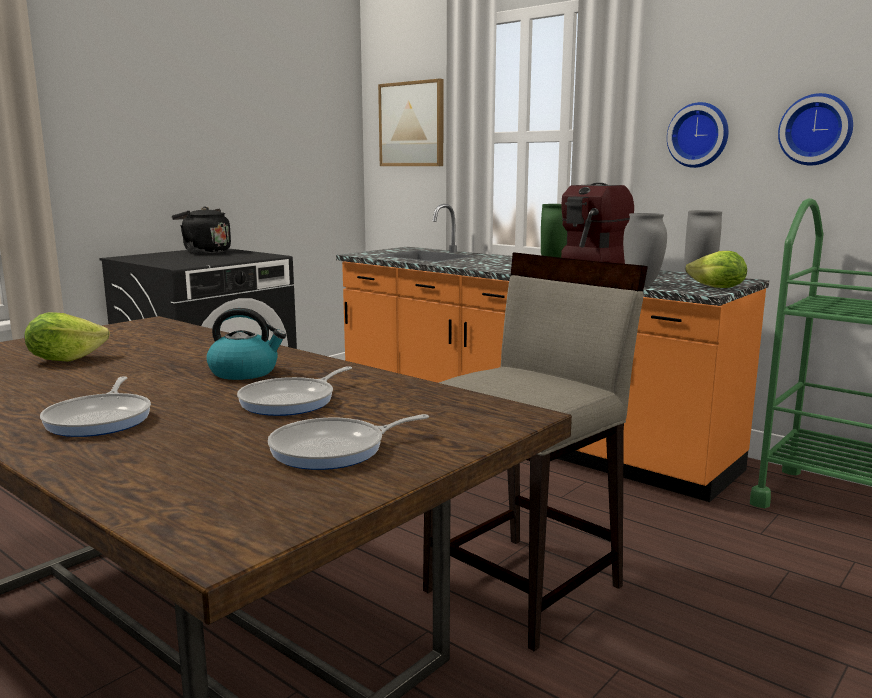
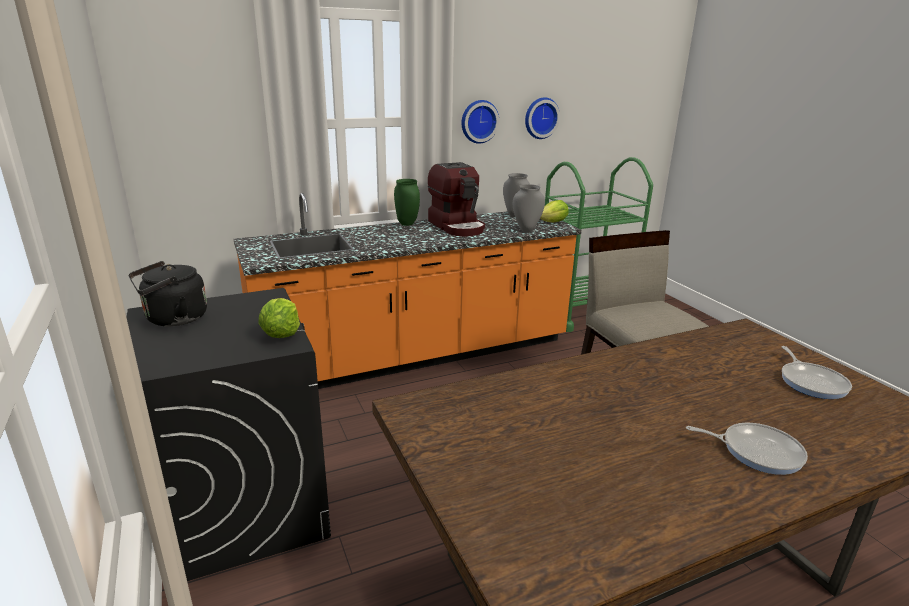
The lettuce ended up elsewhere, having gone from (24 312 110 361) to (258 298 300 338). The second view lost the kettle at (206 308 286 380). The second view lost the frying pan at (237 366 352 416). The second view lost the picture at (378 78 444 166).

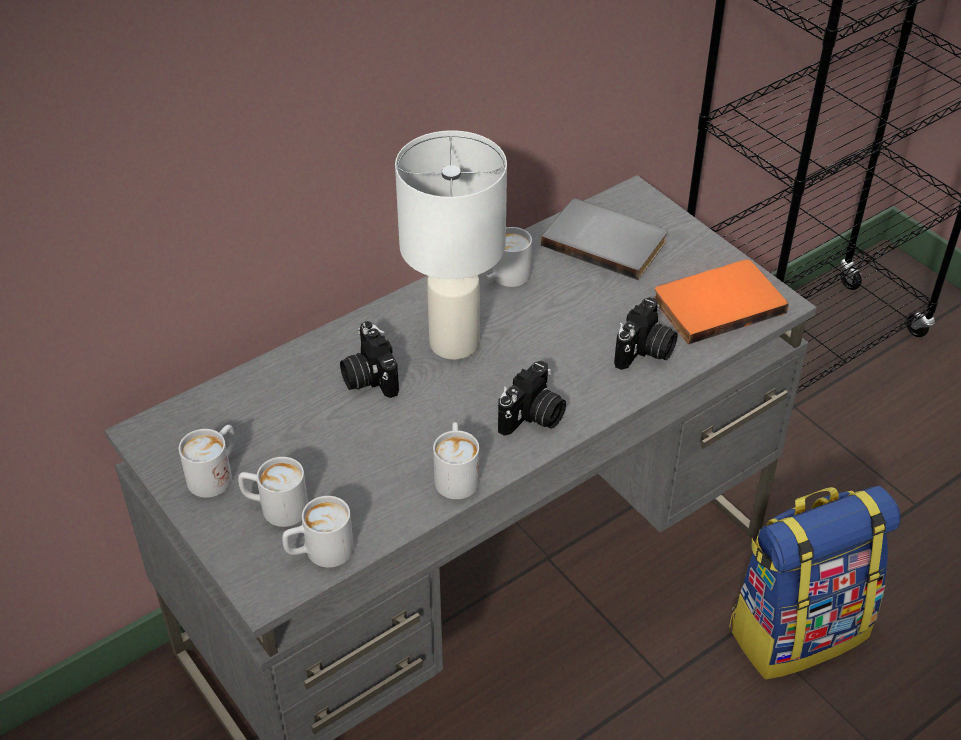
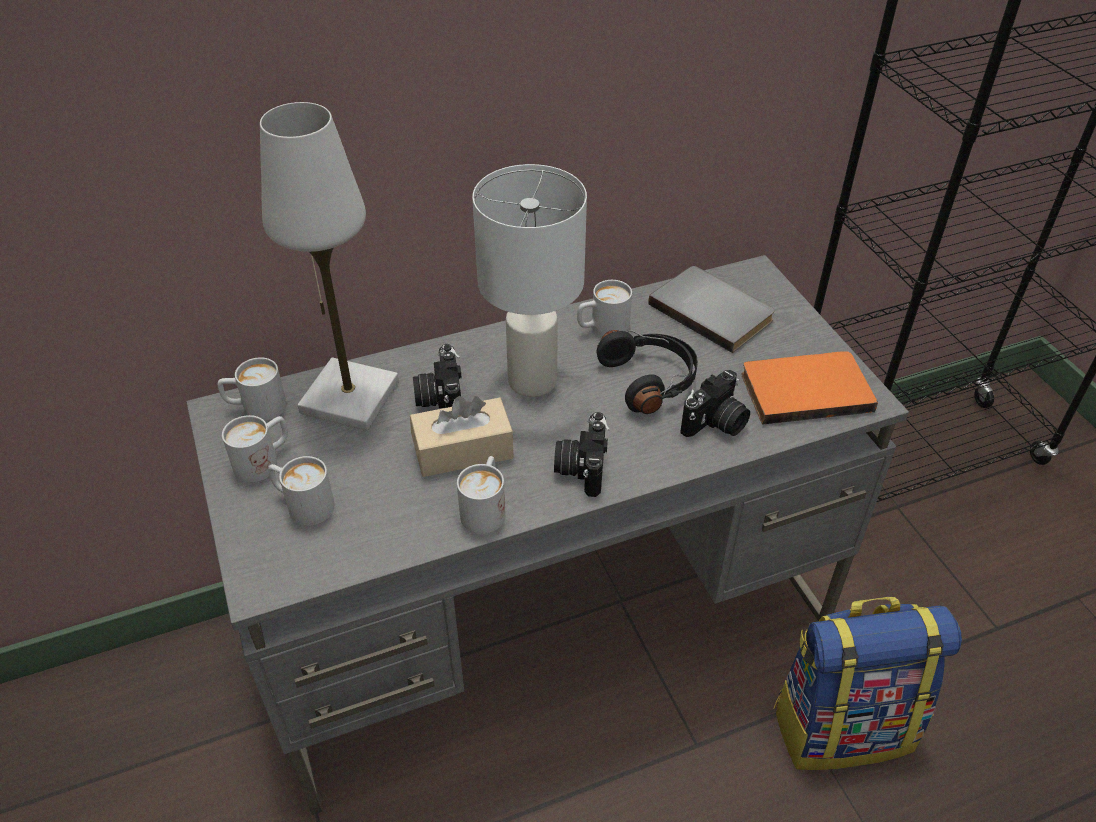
The white mug ended up elsewhere, having gone from (282 496 354 568) to (218 357 287 421). The second view gained the white table lamp at (260 102 399 430). The second view gained the beige tissue box at (410 396 514 477). The photo camera at (498 361 566 436) ended up facing another way, 135 degrees clockwise from before. The second view gained the black headphones at (597 330 698 414).

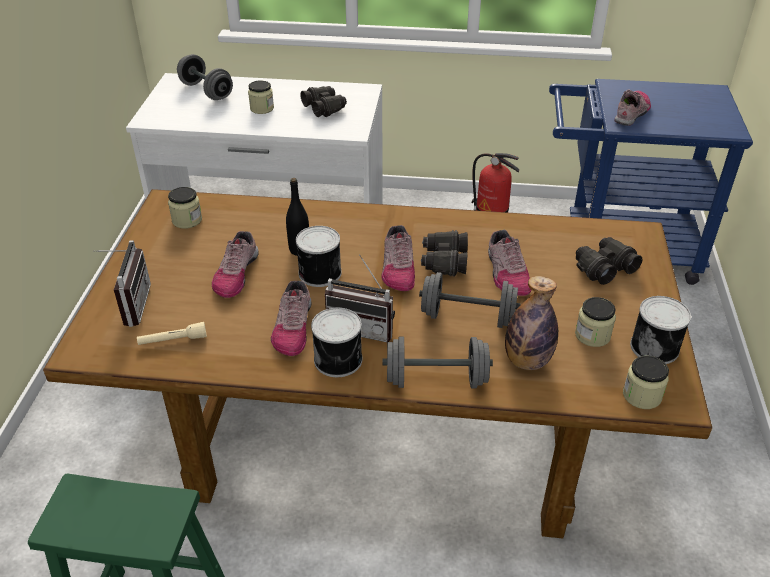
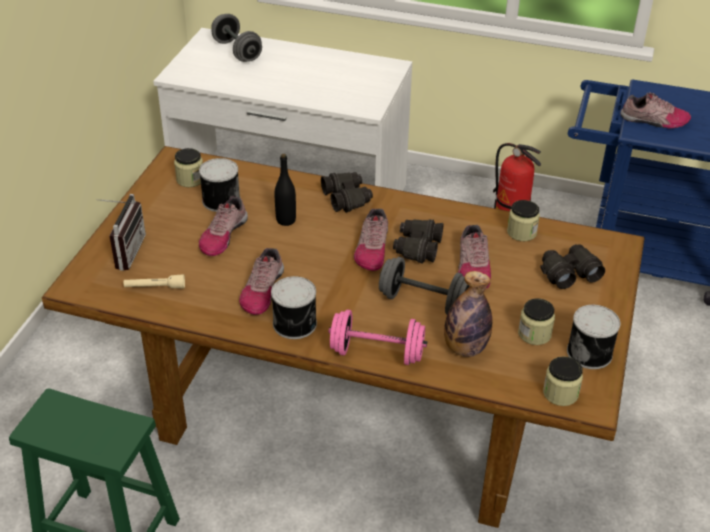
The can ended up elsewhere, having gone from (296 226 342 287) to (199 158 240 212). The black binoculars ended up elsewhere, having gone from (300 86 347 117) to (321 172 373 213). What was the grey dumbbell at (382 337 493 388) turned into the pink dumbbell at (329 310 427 365). The jar ended up elsewhere, having gone from (248 80 274 114) to (507 200 540 241). The shoe at (615 89 651 126) ended up facing another way, 60 degrees clockwise from before. The second view lost the radio at (325 255 395 342).

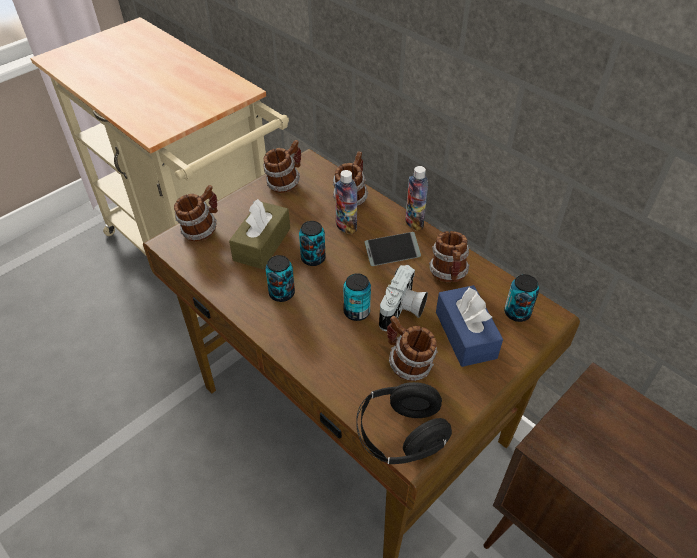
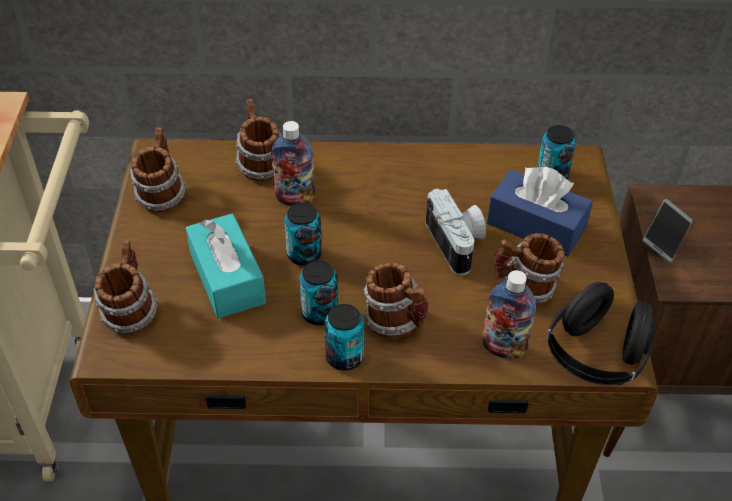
What was the brown tissue box at (229 199 290 269) turned into the turquoise tissue box at (186 213 266 319). The can ended up elsewhere, having gone from (343 273 371 321) to (324 304 364 371). The mug ended up elsewhere, having gone from (429 231 470 282) to (363 263 428 338). The bottle ended up elsewhere, having gone from (405 166 428 231) to (482 270 536 359). The phone ended up elsewhere, having gone from (364 232 421 266) to (643 199 692 263).

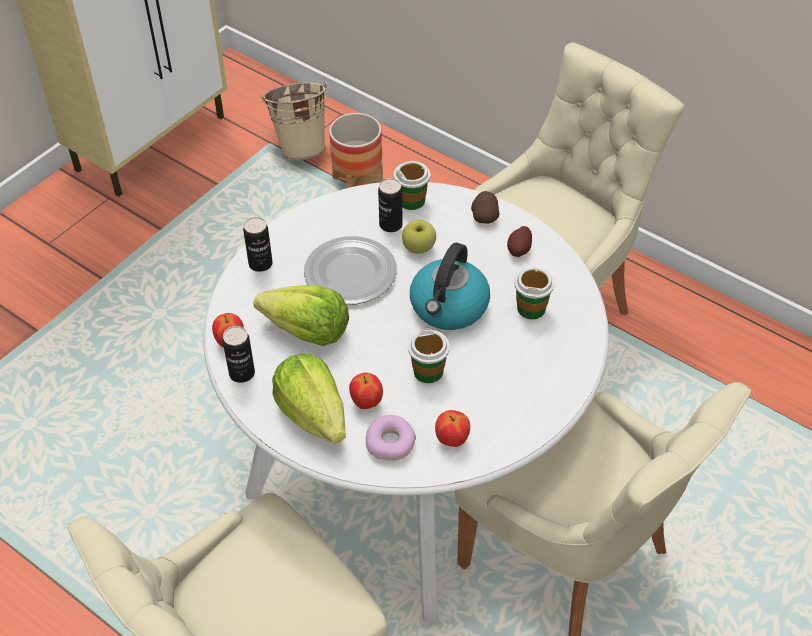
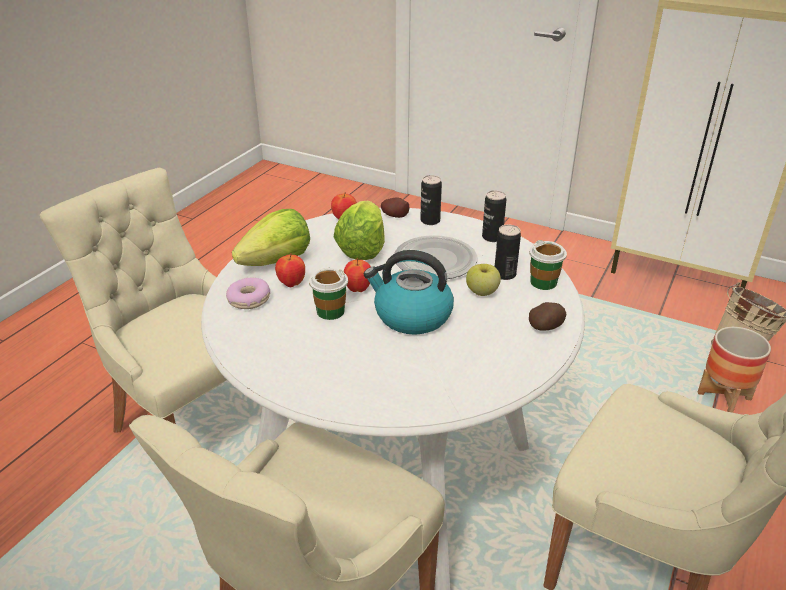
The apple ended up elsewhere, having gone from (435 410 470 447) to (344 258 371 292). The potato ended up elsewhere, having gone from (507 226 532 257) to (381 197 409 218). The can ended up elsewhere, having gone from (222 326 255 383) to (482 190 506 242). The second view lost the cup at (514 267 555 319).

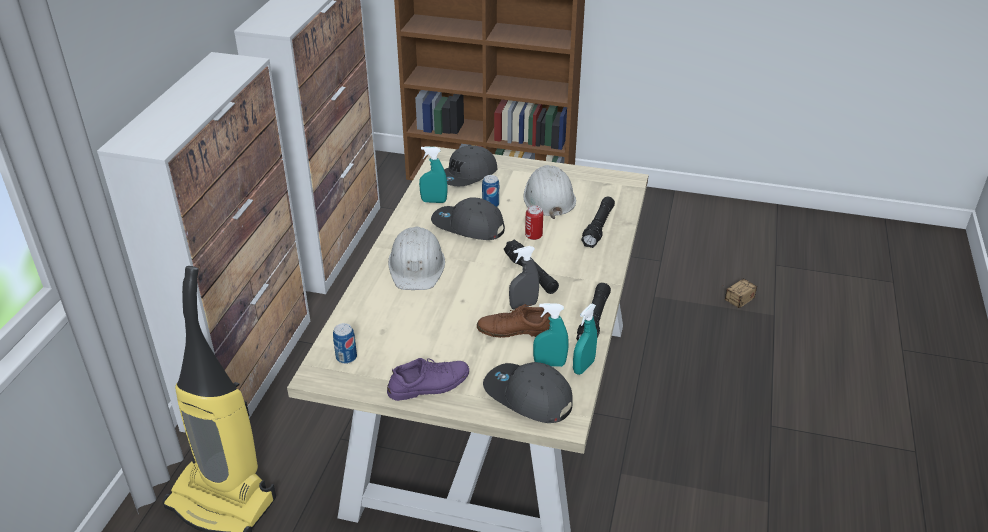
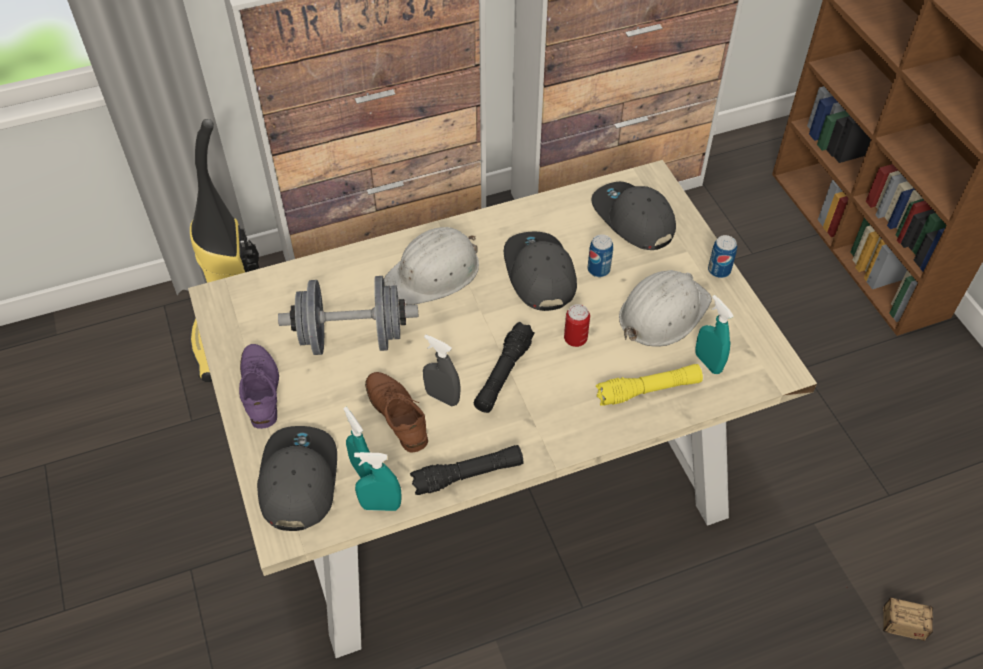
The purple shoe at (387 358 469 401) ended up facing another way, 135 degrees counterclockwise from before. The second view gained the grey dumbbell at (278 276 418 355). The grey cap at (444 145 498 186) ended up facing another way, 45 degrees clockwise from before. What was the black flashlight at (581 197 615 248) turned into the yellow flashlight at (596 364 703 405). The turquoise spray bottle ended up elsewhere, having gone from (419 146 447 203) to (695 295 734 374). The can ended up elsewhere, having gone from (333 323 357 364) to (708 235 737 278).

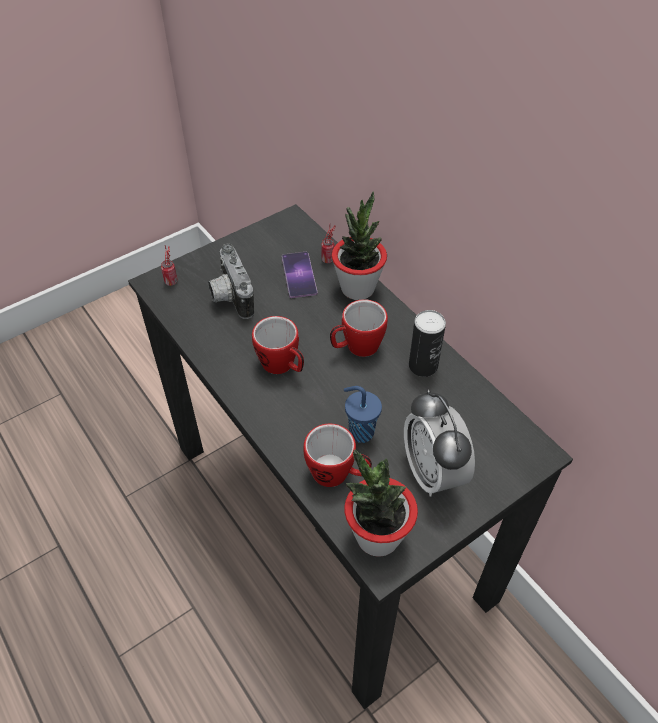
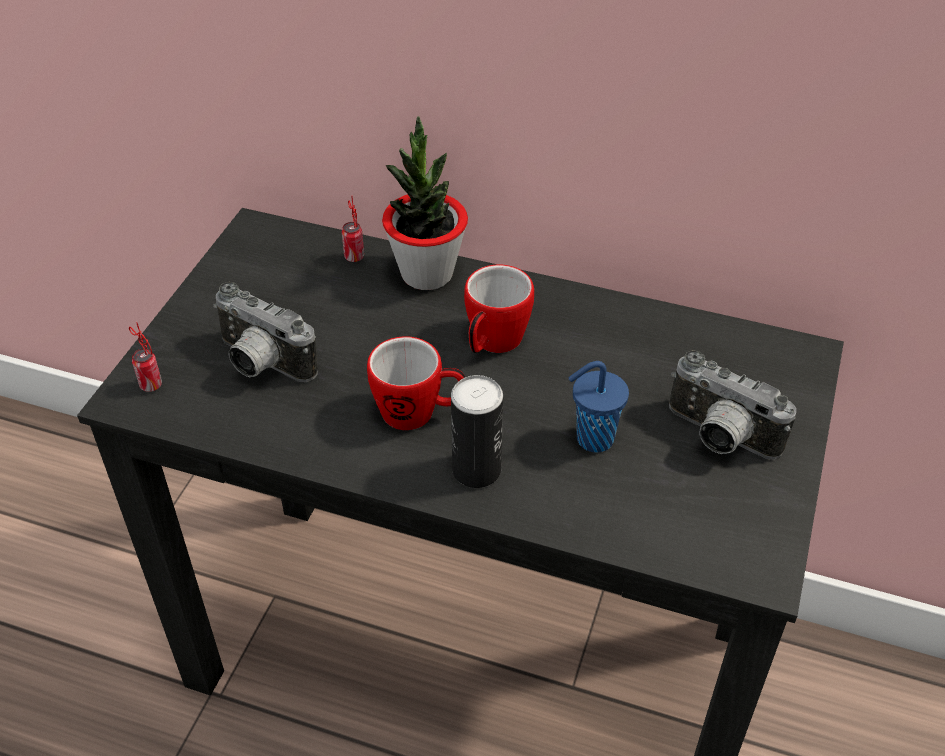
The can ended up elsewhere, having gone from (409 310 446 377) to (451 375 503 488). Where the alarm clock stood at (404 389 475 497), the photo camera came to stand at (669 350 796 460). The second view lost the phone at (282 252 317 298). The second view lost the mug at (303 424 372 487). The second view lost the potted plant at (344 450 418 557).

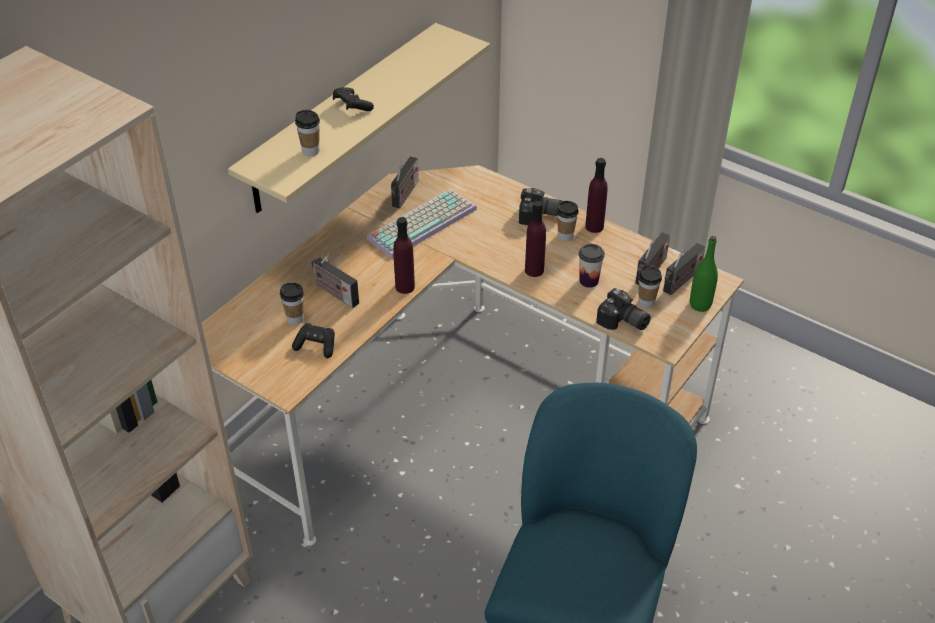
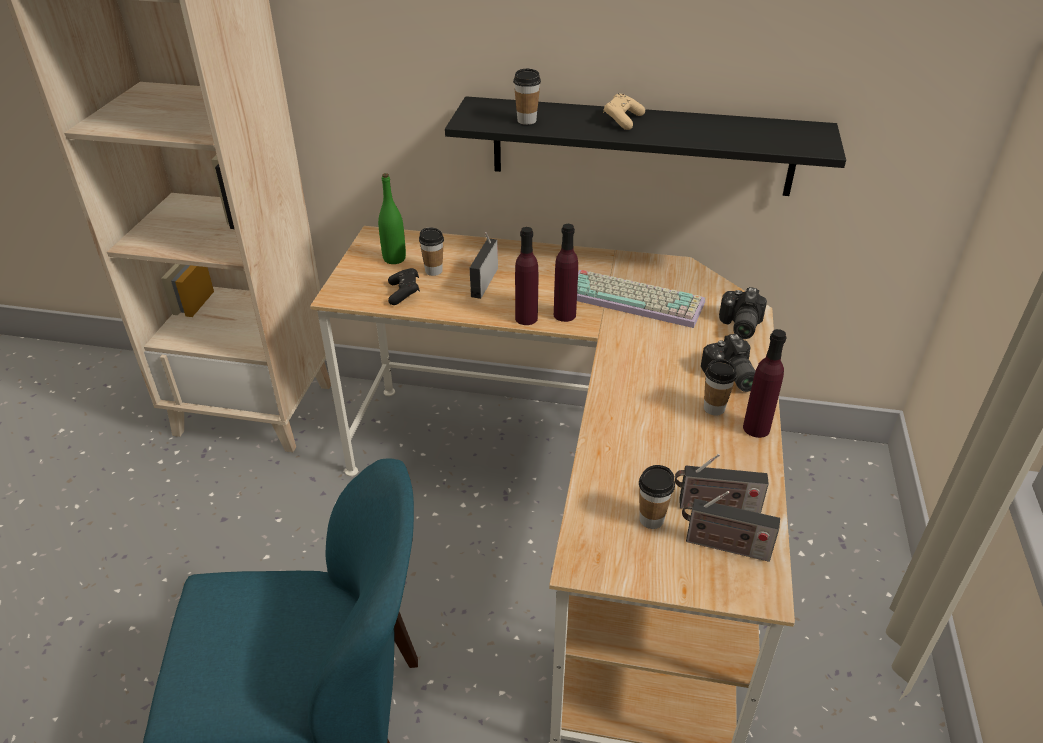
The green bottle ended up elsewhere, having gone from (690 236 718 312) to (378 173 406 264). What was the beige shelf at (228 23 490 213) turned into the black shelf at (445 96 846 196). The purple bottle ended up elsewhere, having gone from (525 201 546 277) to (554 224 578 322). What was the black game controller at (333 87 374 111) turned into the beige game controller at (603 93 645 130). The photo camera ended up elsewhere, having gone from (596 288 651 330) to (719 287 767 339). The second view lost the radio at (391 157 419 208). The second view lost the cup at (579 244 605 288).

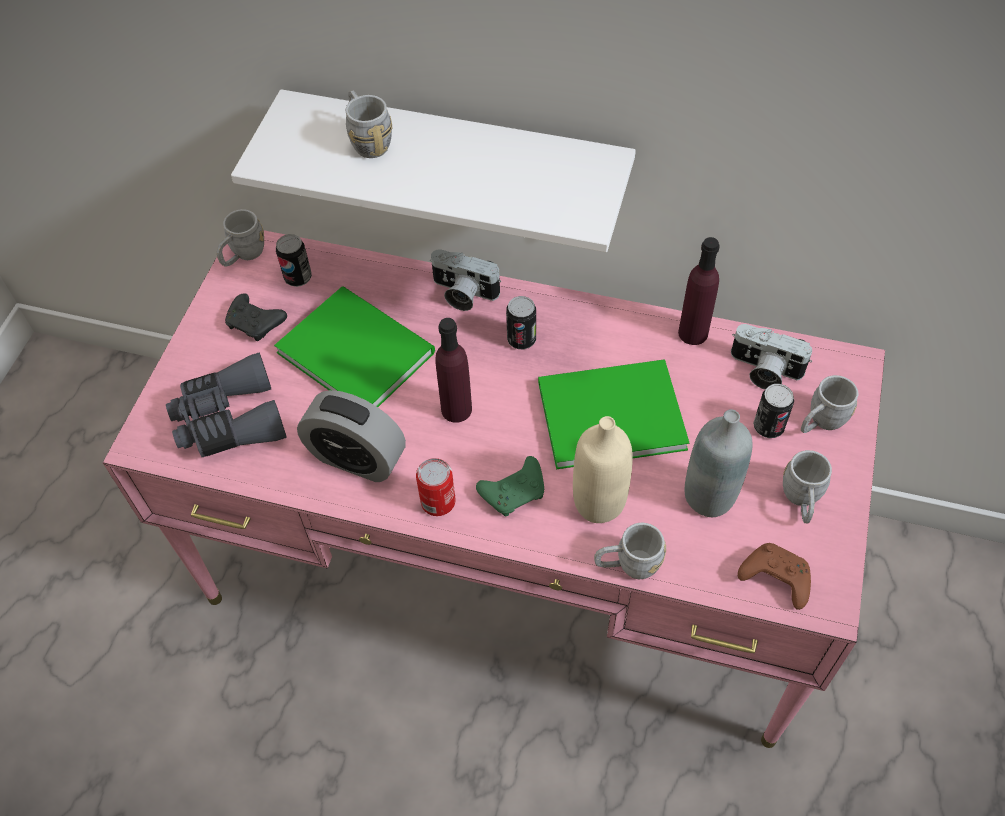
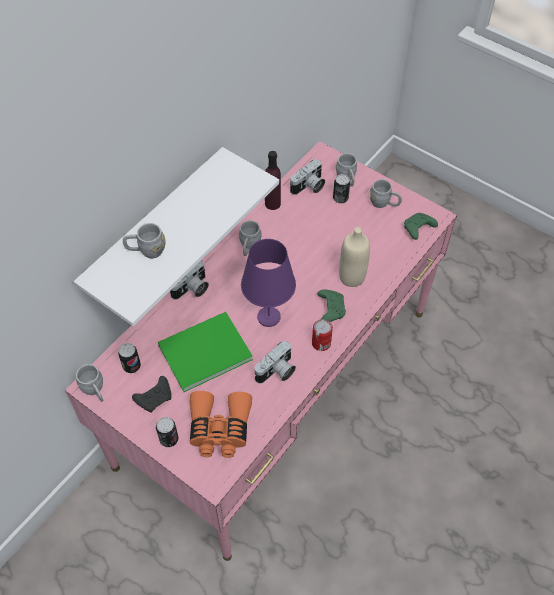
The can ended up elsewhere, having gone from (506 296 536 349) to (156 417 178 447). What was the grey binoculars at (166 352 287 457) turned into the orange binoculars at (190 391 252 458). The grey mug ended up elsewhere, having gone from (594 522 666 579) to (239 220 262 256). Where the purple bottle stood at (435 318 472 423), the purple table lamp came to stand at (241 239 296 327). Where the alarm clock stood at (297 390 406 482), the photo camera came to stand at (255 341 296 384). What was the brown game controller at (737 543 811 610) turned into the green game controller at (404 213 438 240). The second view lost the green book at (538 360 689 469). The second view lost the grey bottle at (685 409 753 517).

